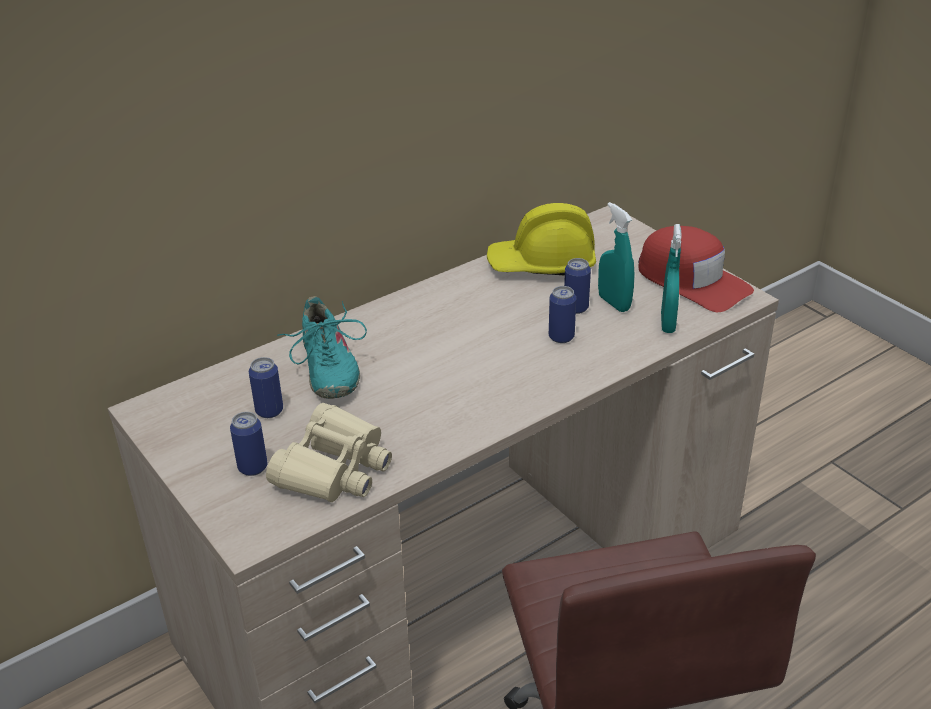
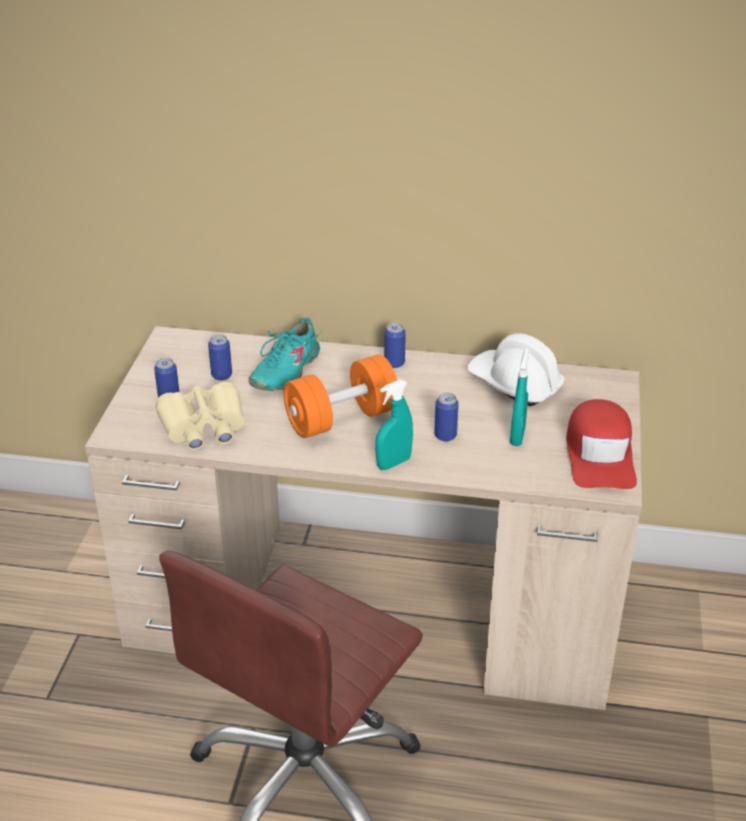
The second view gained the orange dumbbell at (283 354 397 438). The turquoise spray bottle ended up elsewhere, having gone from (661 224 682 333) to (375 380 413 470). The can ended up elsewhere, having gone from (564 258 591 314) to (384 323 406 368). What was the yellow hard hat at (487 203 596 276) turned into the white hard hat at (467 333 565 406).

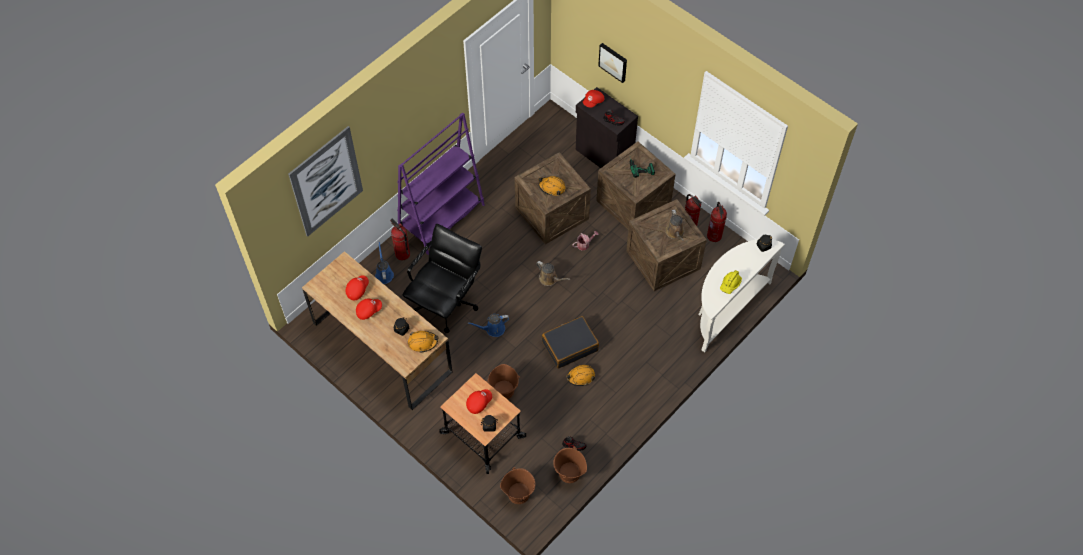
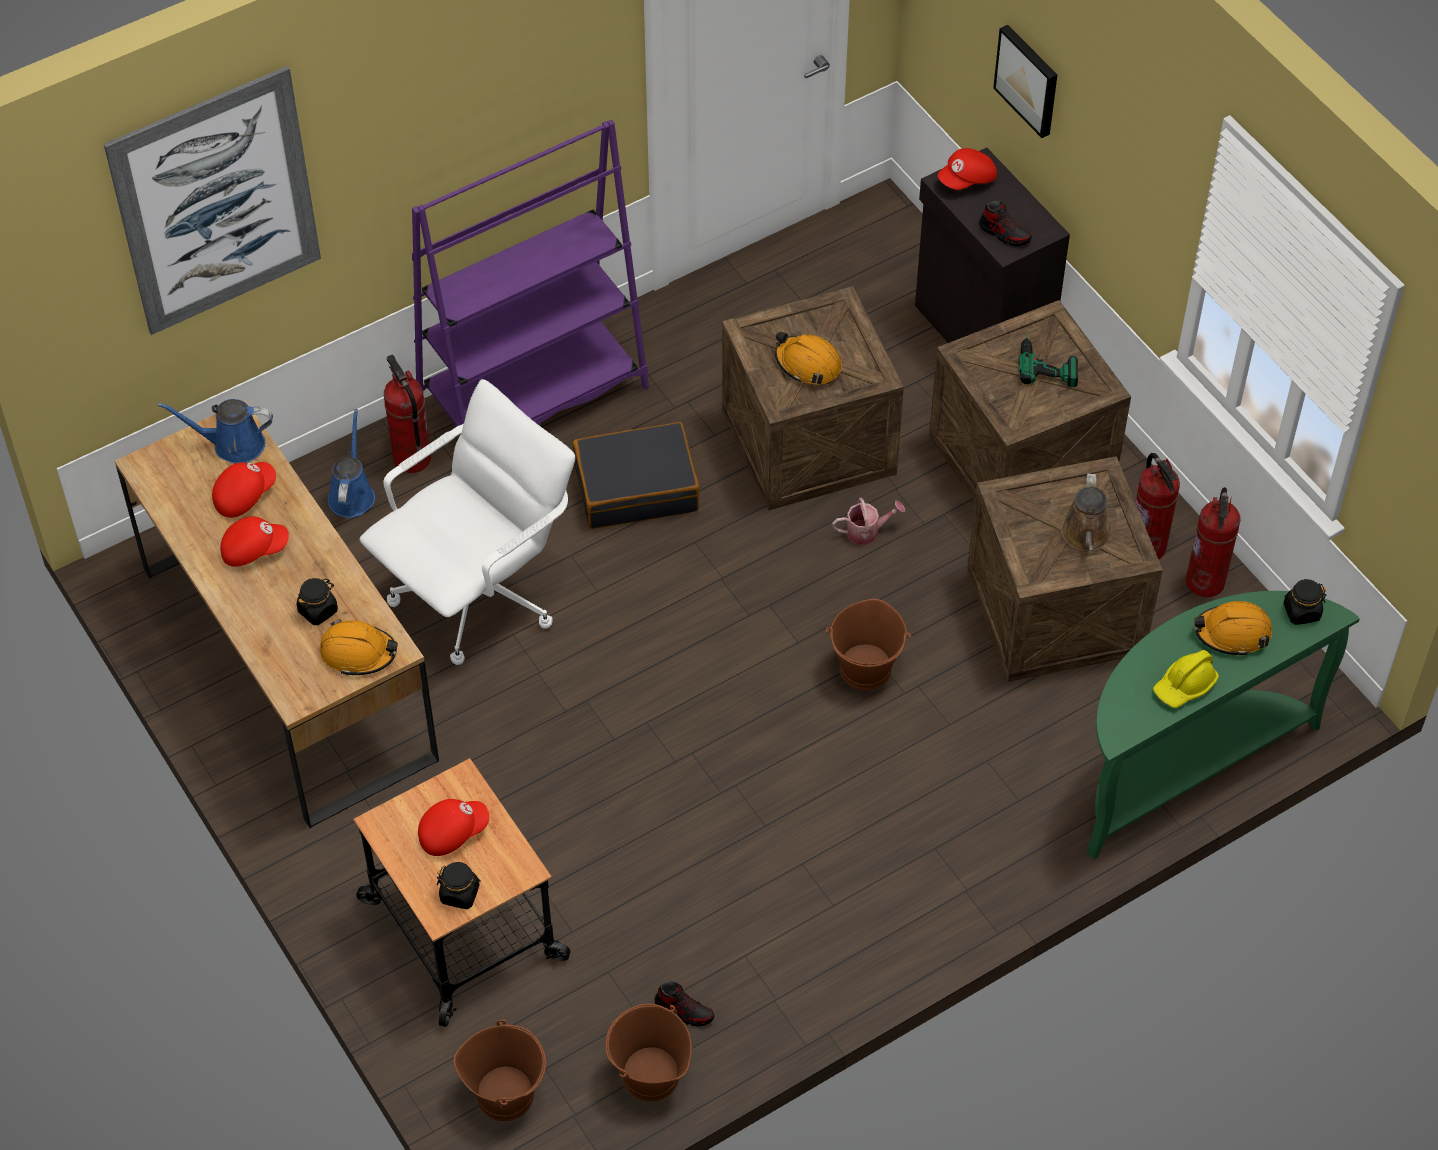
The blue watering can ended up elsewhere, having gone from (468 314 509 337) to (158 399 273 464). What was the black office chair at (402 224 482 333) turned into the white office chair at (359 379 575 665). The black suitcase ended up elsewhere, having gone from (542 316 599 369) to (573 422 700 529). The brown bucket ended up elsewhere, having gone from (487 364 520 399) to (826 599 911 690). What was the white console table at (698 239 785 352) turned into the green console table at (1087 591 1360 860). The orange hard hat ended up elsewhere, having gone from (566 365 595 386) to (1194 601 1272 656). The second view lost the brown watering can at (536 261 570 286).

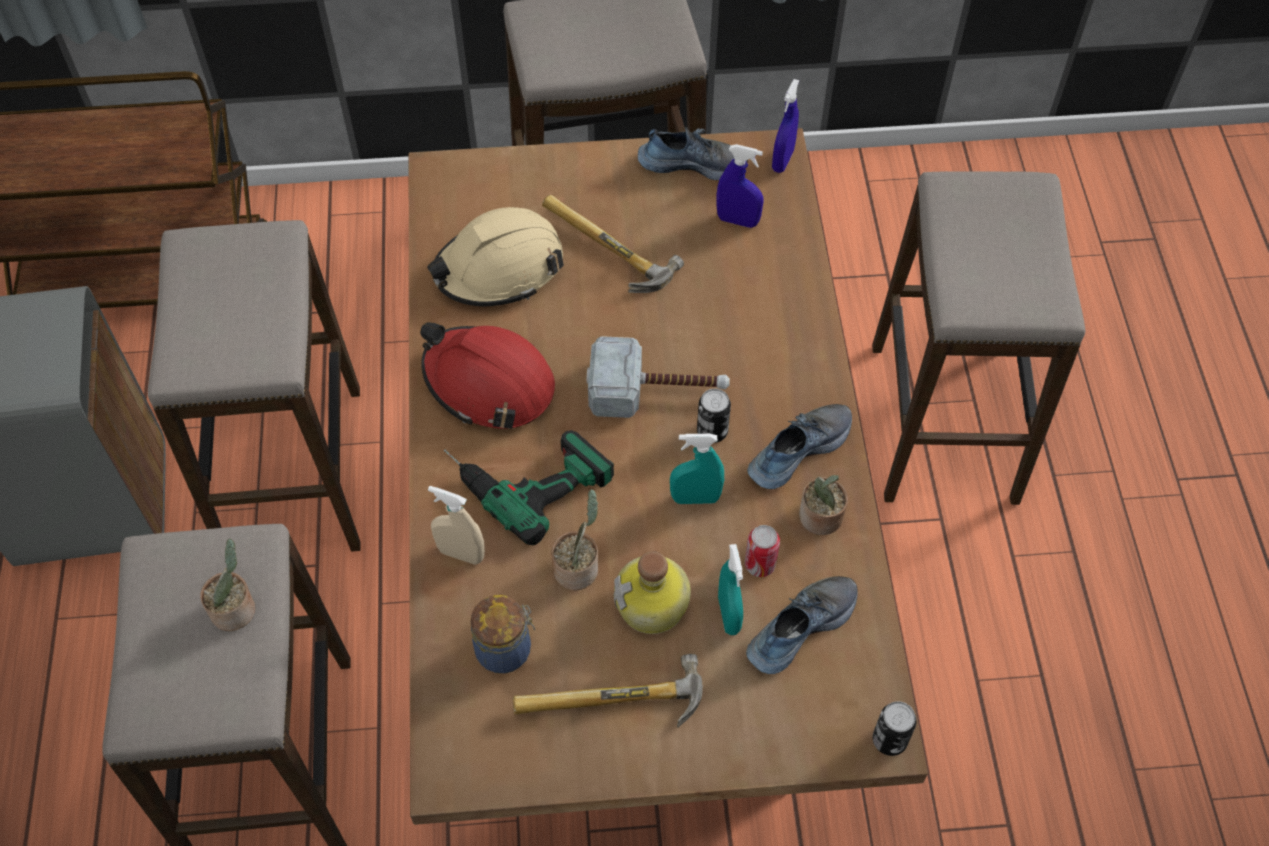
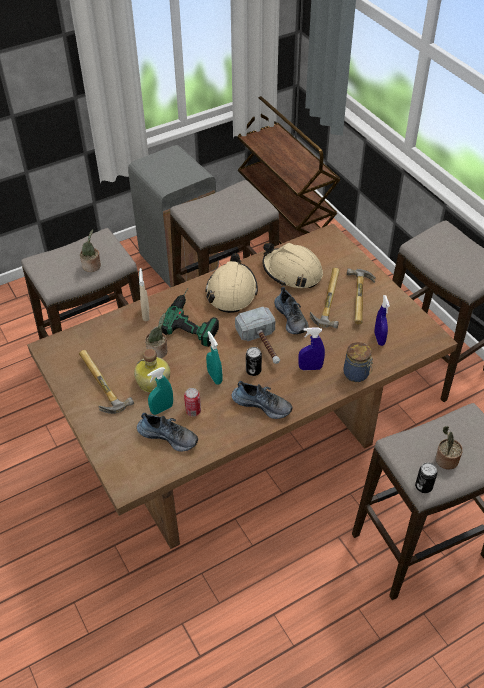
What was the red hard hat at (420 322 555 429) turned into the beige hard hat at (205 253 258 313). The shoe ended up elsewhere, having gone from (638 127 748 180) to (274 287 309 334). The blue spray bottle ended up elsewhere, having gone from (772 79 799 173) to (298 327 325 370). The jar ended up elsewhere, having gone from (470 595 535 674) to (343 342 373 382). The second view gained the hammer at (347 268 376 325). The can ended up elsewhere, having gone from (873 701 917 756) to (415 462 438 493). The potted plant ended up elsewhere, having gone from (799 475 848 535) to (435 426 463 470).

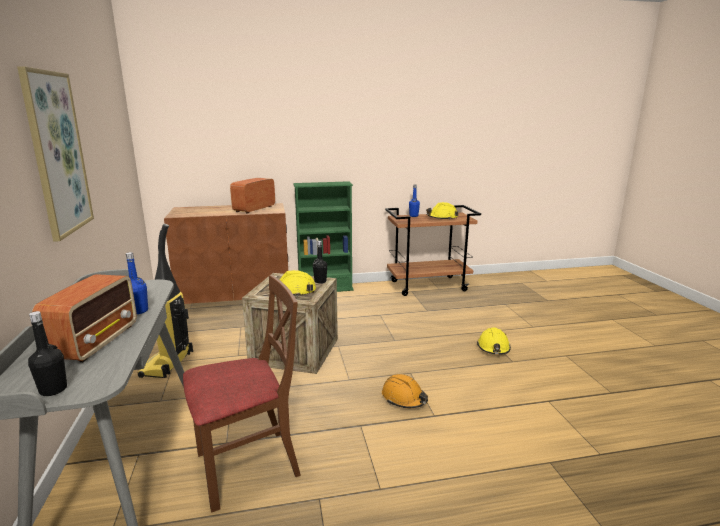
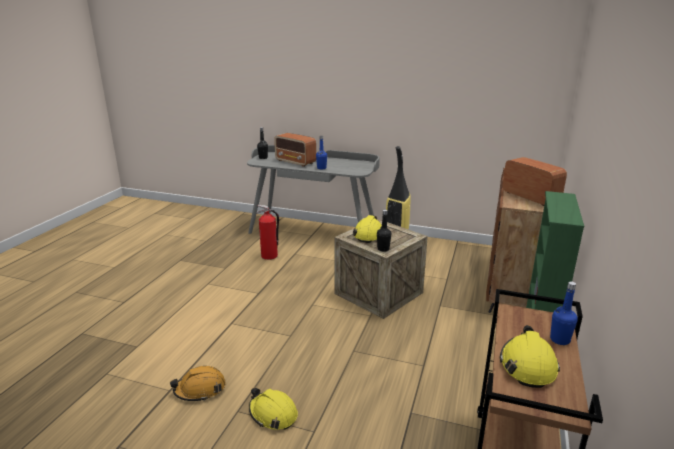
The orange hard hat ended up elsewhere, having gone from (382 374 428 408) to (170 366 226 401). Where the brown chair stood at (183 275 301 513), the fire extinguisher came to stand at (256 205 279 260). The second view lost the picture at (17 66 94 242).

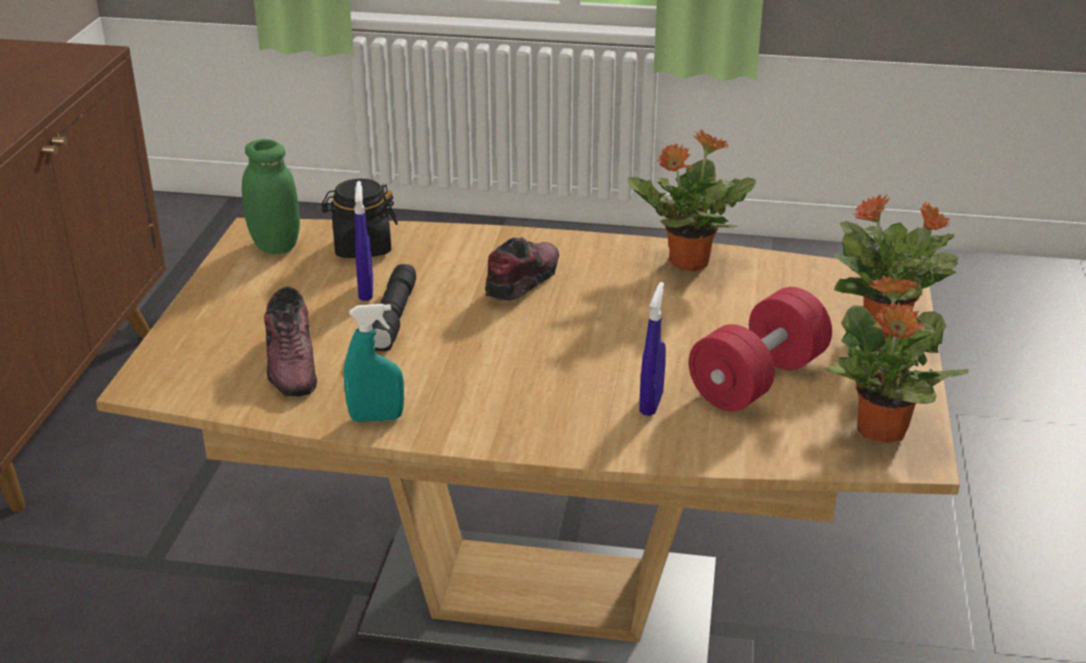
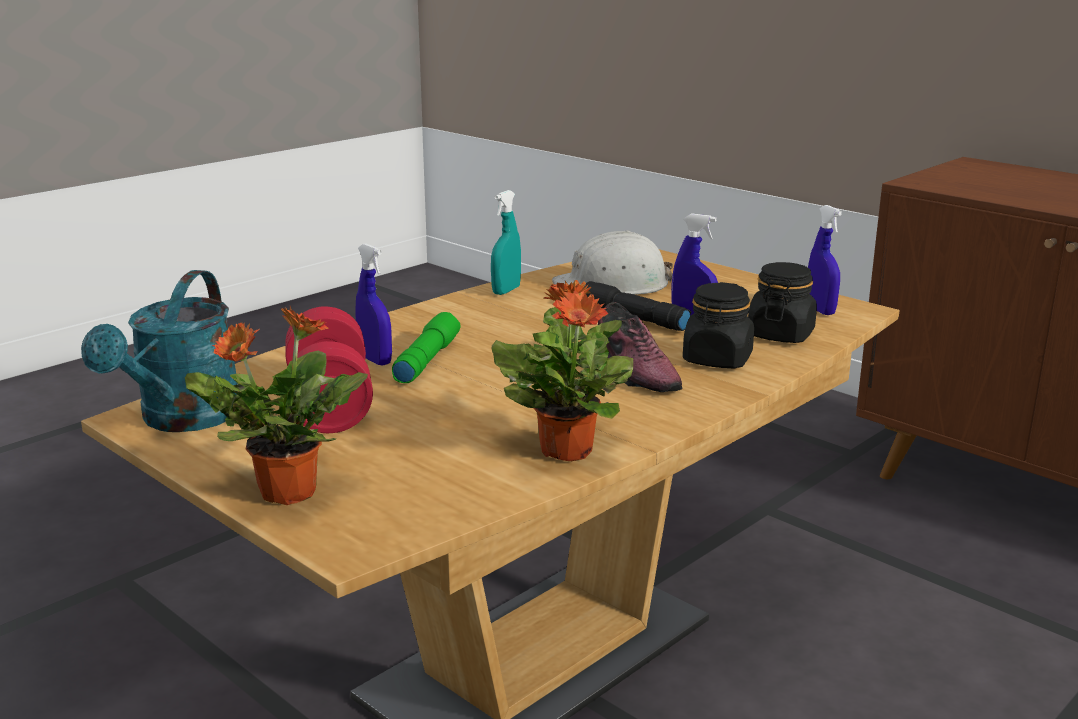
Where the potted plant stood at (825 275 969 443), the turquoise watering can came to stand at (81 270 238 432). The second view gained the green flashlight at (392 312 461 383). Where the shoe stood at (264 286 317 396), the white hard hat came to stand at (552 230 673 295). The second view gained the black jar at (683 282 754 368). Where the green jar stood at (242 139 300 254), the blue spray bottle came to stand at (808 205 842 315).

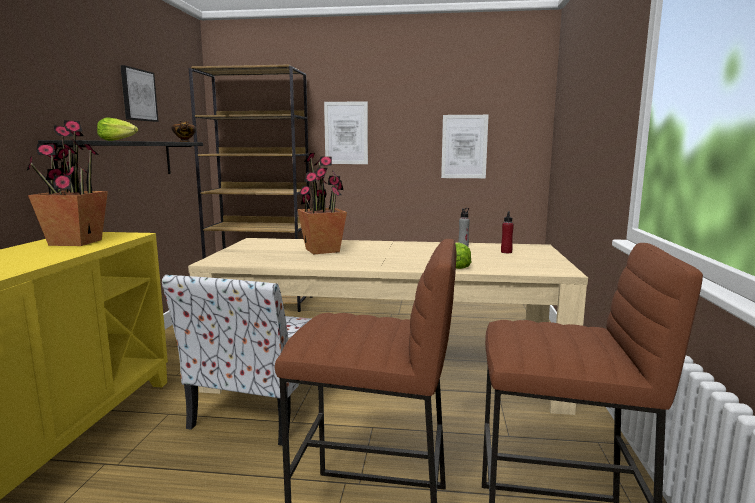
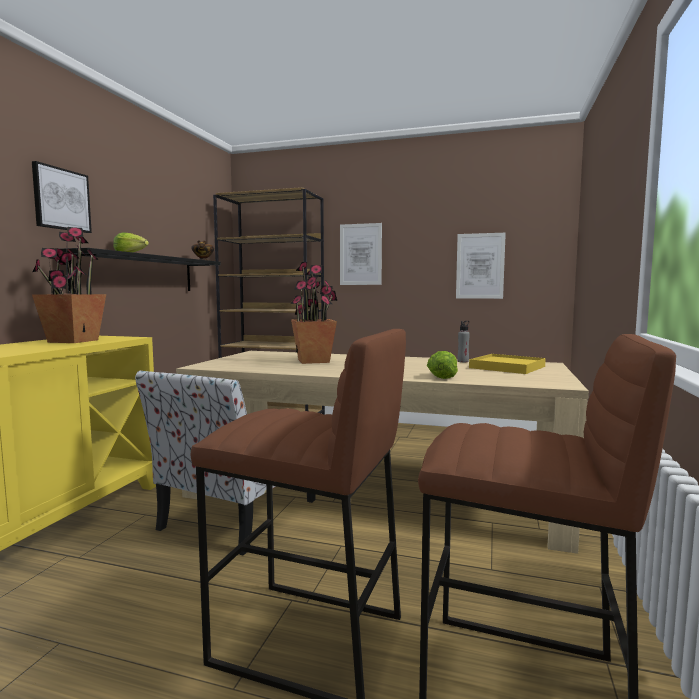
The picture ended up elsewhere, having gone from (120 65 159 122) to (32 161 92 233). Where the red bottle stood at (501 211 514 253), the yellow tray came to stand at (469 354 546 374).

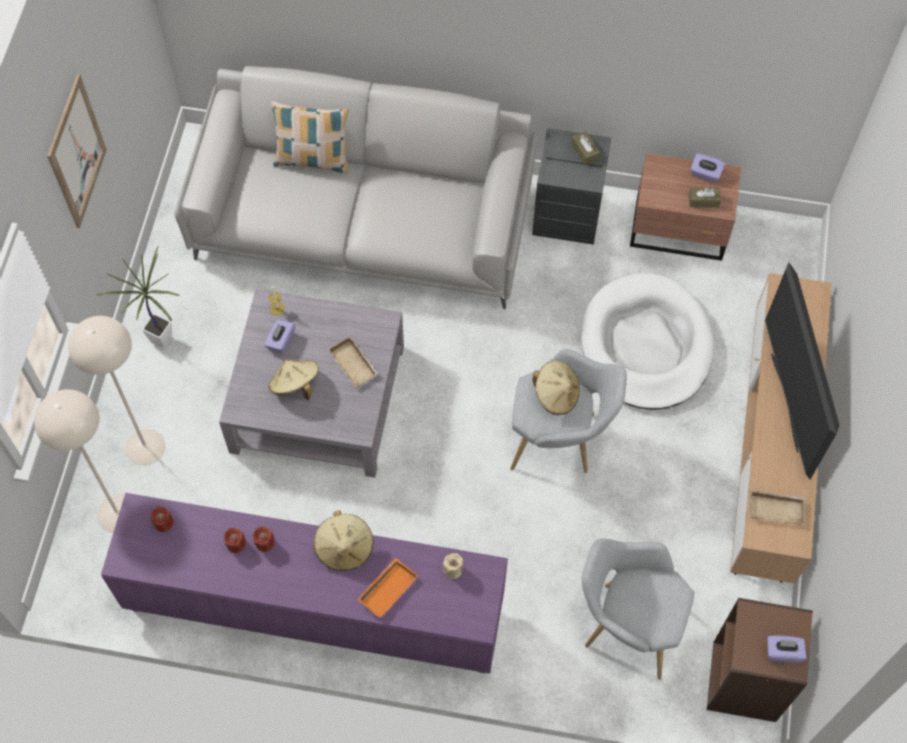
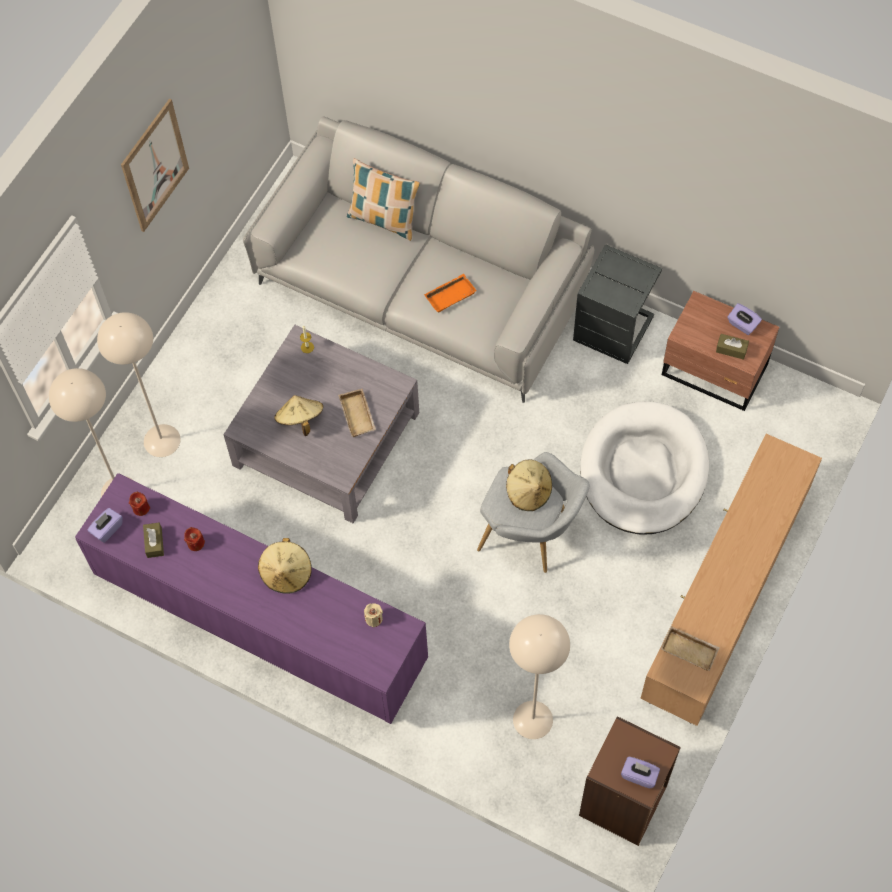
The purple tissue box ended up elsewhere, having gone from (265 320 295 354) to (87 508 123 543). The brown tissue box ended up elsewhere, having gone from (572 131 600 165) to (143 523 164 558). The orange tray ended up elsewhere, having gone from (357 558 418 618) to (424 274 477 313). Where the grey armchair stood at (582 539 695 680), the beige floor lamp came to stand at (509 614 570 739). The second view lost the potted plant at (96 246 179 348). The second view lost the red candle at (253 527 274 552). The second view lost the television at (765 262 840 479).

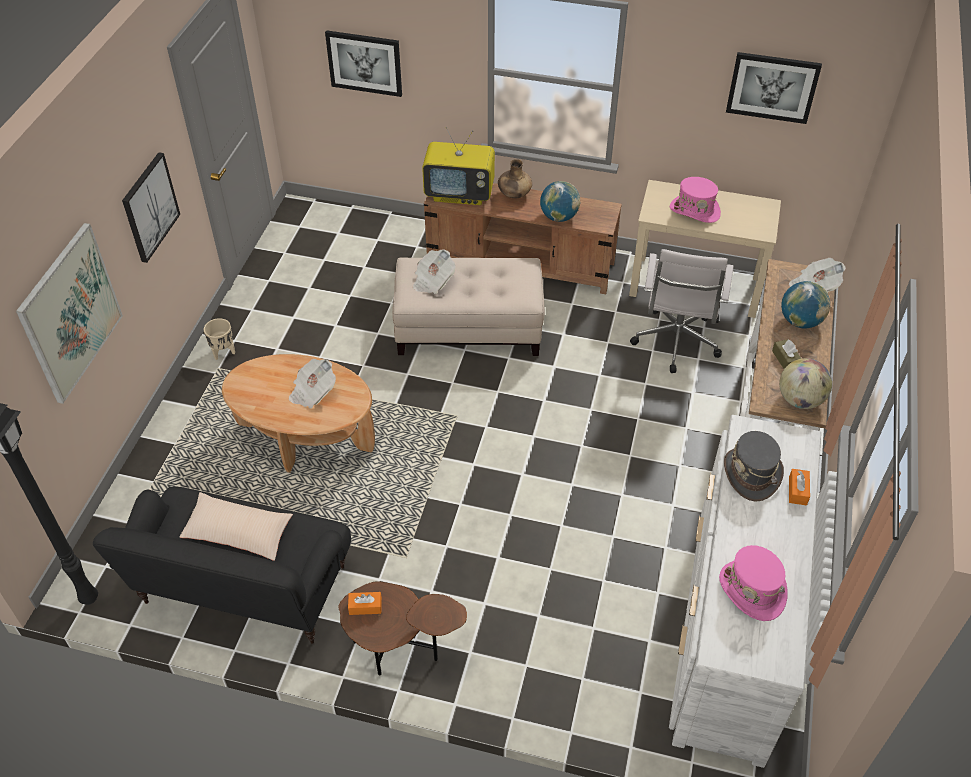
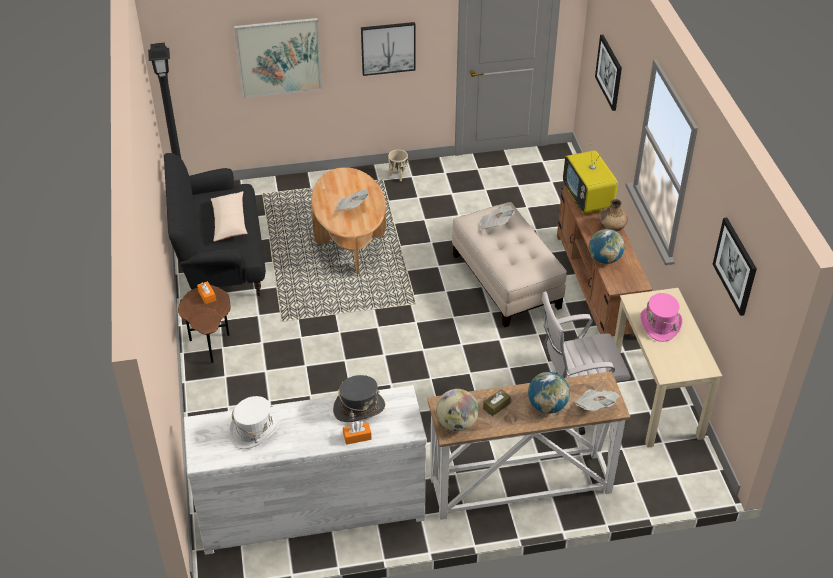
What was the pink hat at (719 545 788 621) turned into the white hat at (229 396 279 449).

